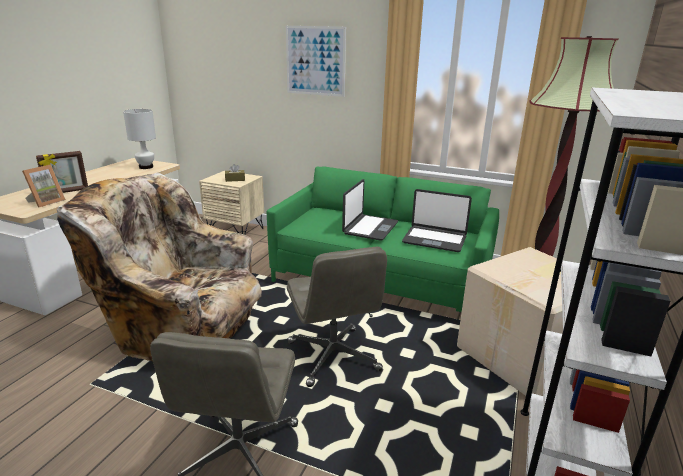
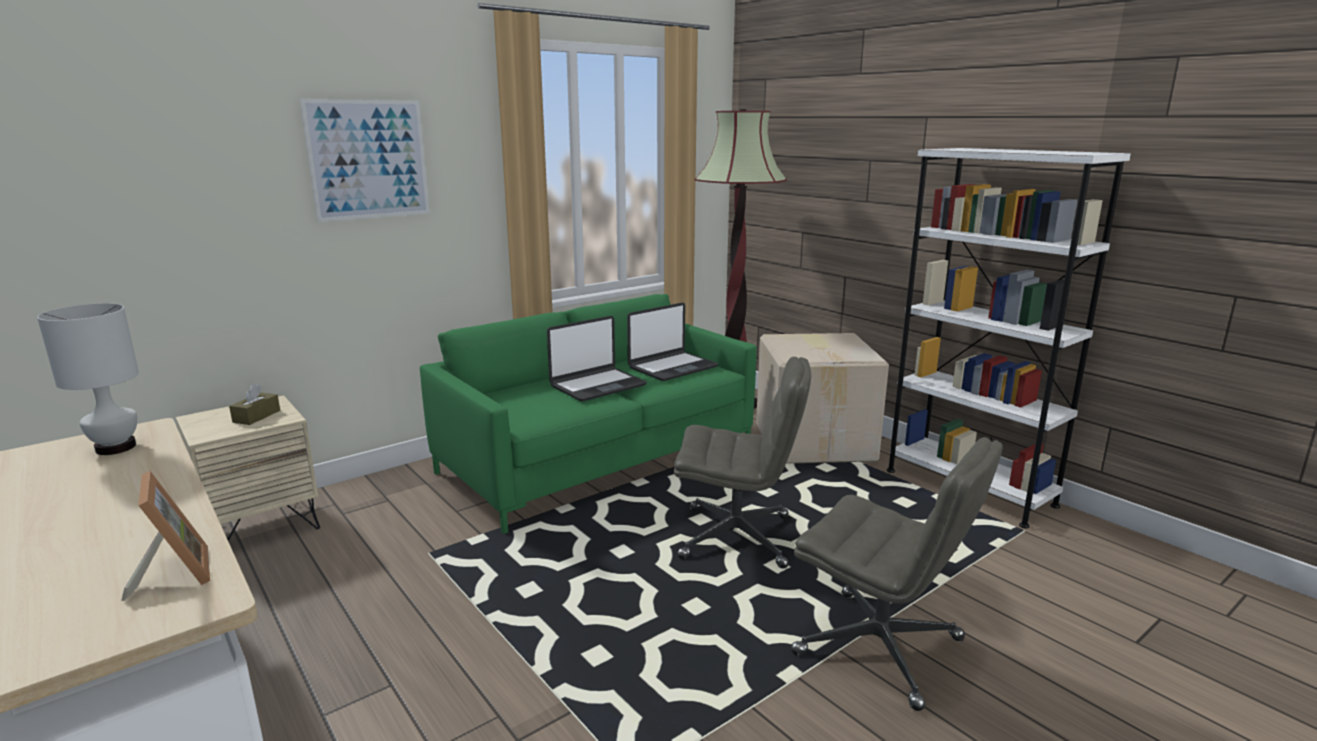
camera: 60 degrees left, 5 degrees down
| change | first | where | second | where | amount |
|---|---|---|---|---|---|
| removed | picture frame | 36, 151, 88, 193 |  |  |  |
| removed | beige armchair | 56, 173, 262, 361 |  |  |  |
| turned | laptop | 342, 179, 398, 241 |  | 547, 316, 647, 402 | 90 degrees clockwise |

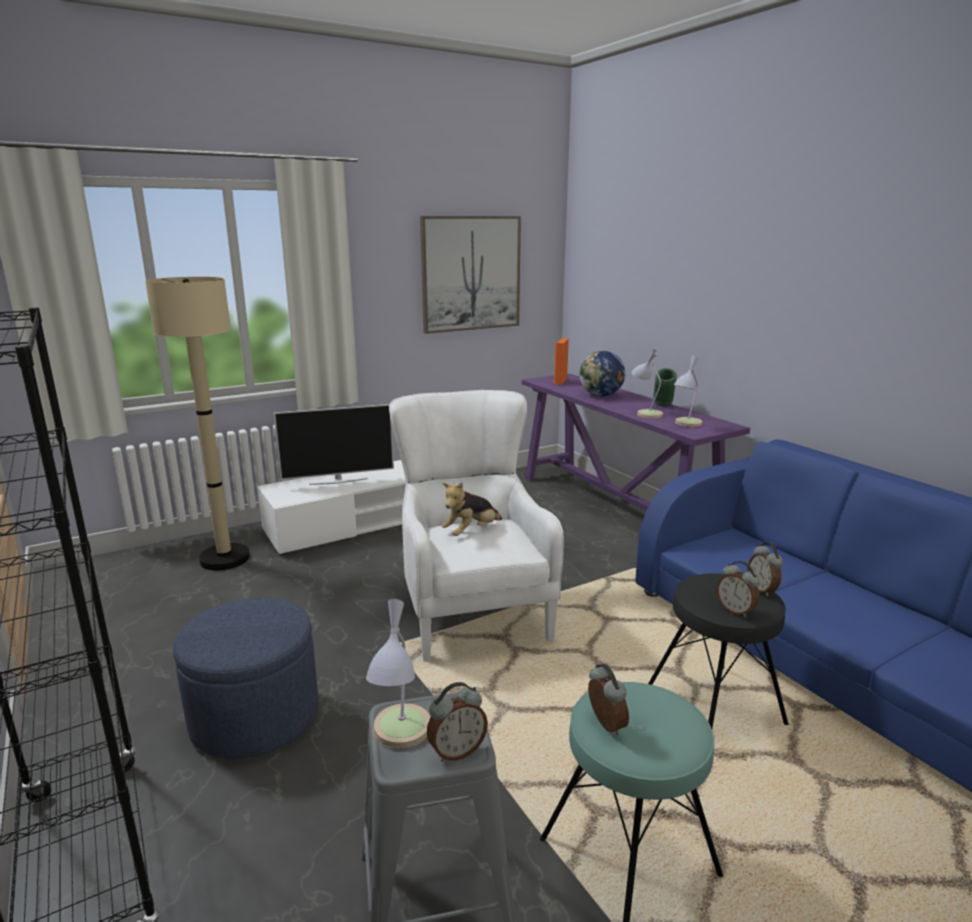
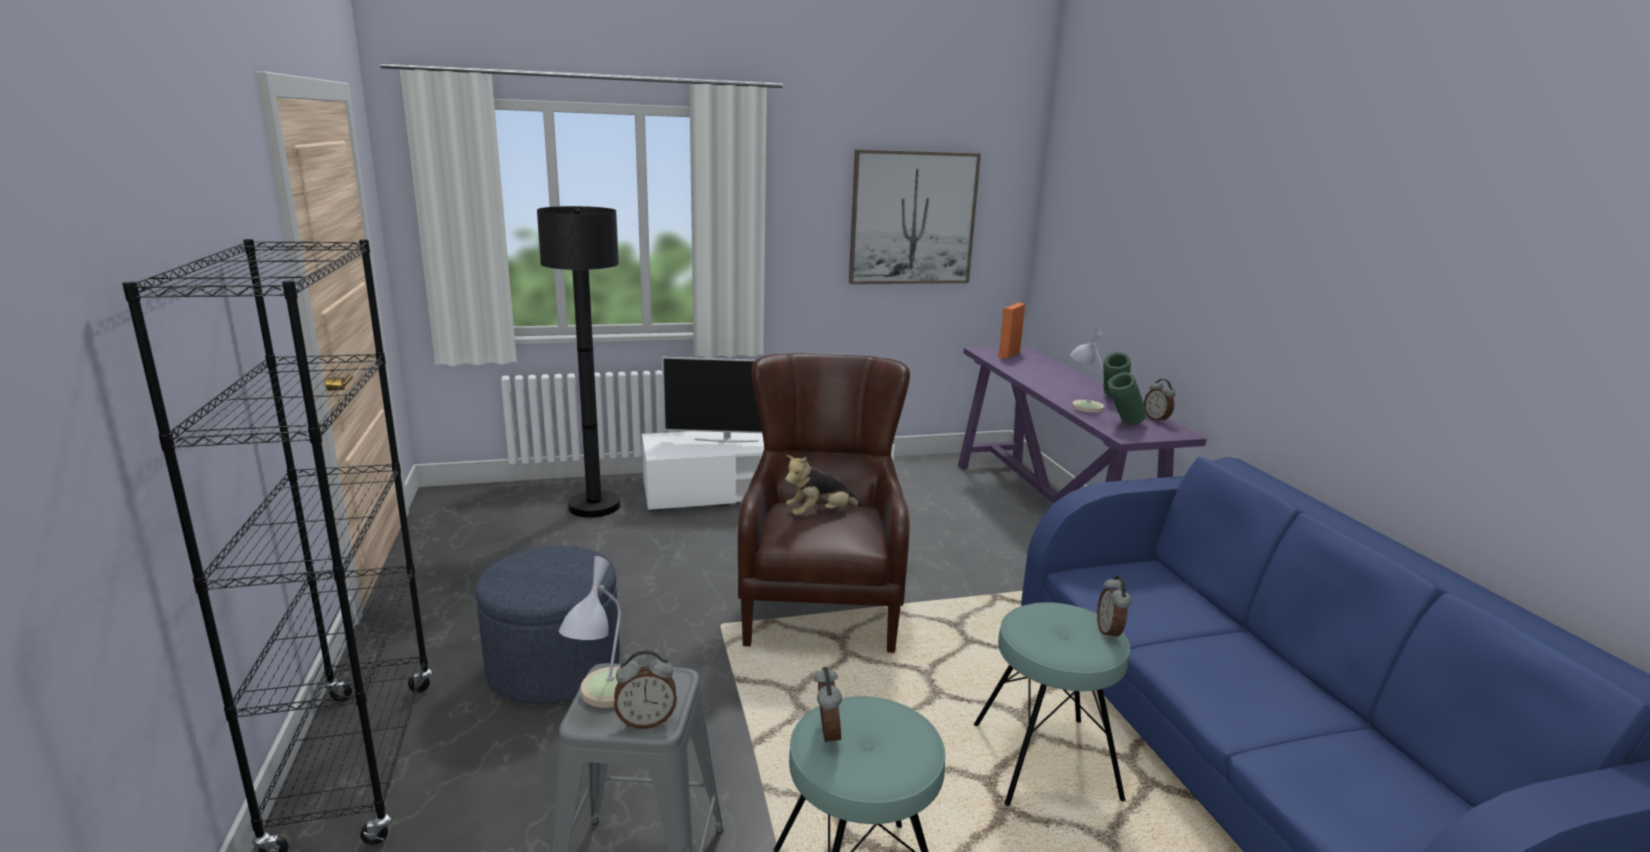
camera: 15 degrees right, 0 degrees up
| change | first | where | second | where | amount |
|---|---|---|---|---|---|
| recoloured | beige floor lamp | 145, 277, 250, 570 | black floor lamp | 537, 206, 621, 517 |  |
| removed | globe | 579, 351, 626, 396 |  |  |  |
| replaced | table lamp | 674, 355, 702, 427 | green vase | 1108, 372, 1147, 425 |  |
| recoloured | white armchair | 389, 390, 564, 661 | brown armchair | 738, 353, 910, 653 |  |
| moved | alarm clock | 716, 561, 759, 618 |  | 1144, 379, 1175, 423 |  |
| recoloured | black stool | 648, 573, 789, 729 | turquoise stool | 974, 602, 1130, 806 |  |

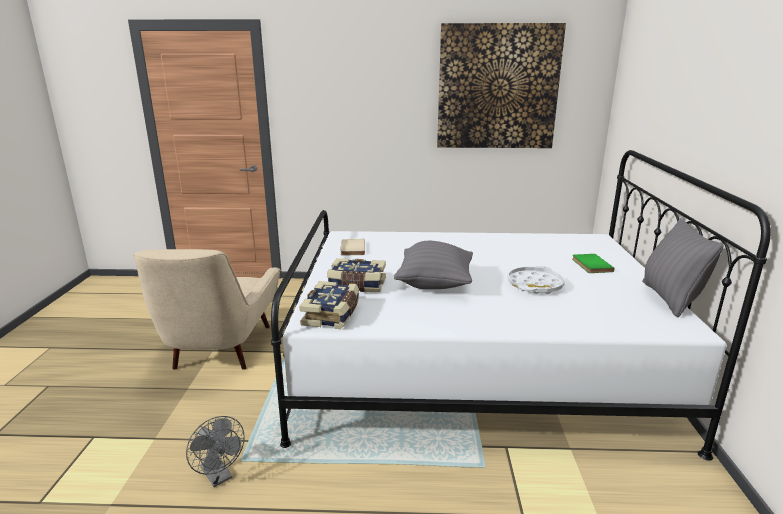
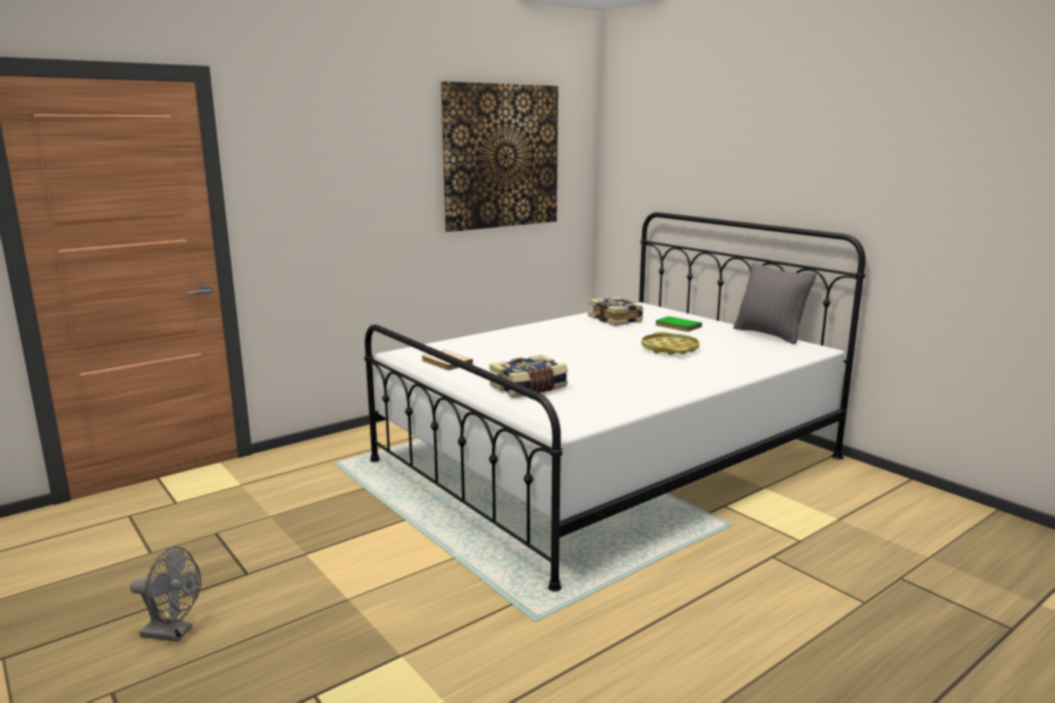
camera: 40 degrees left, 5 degrees down
| change | first | where | second | where | amount |
|---|---|---|---|---|---|
| removed | grey pillow | 394, 241, 473, 290 |  |  |  |
| removed | beige armchair | 133, 249, 280, 370 |  |  |  |
| recoloured | white tray | 507, 266, 565, 294 | yellow tray | 641, 332, 699, 355 |  |
| moved | book | 299, 281, 359, 329 |  | 588, 297, 644, 326 |  |
| moved | grey fan | 186, 416, 245, 487 |  | 130, 547, 201, 642 |  |

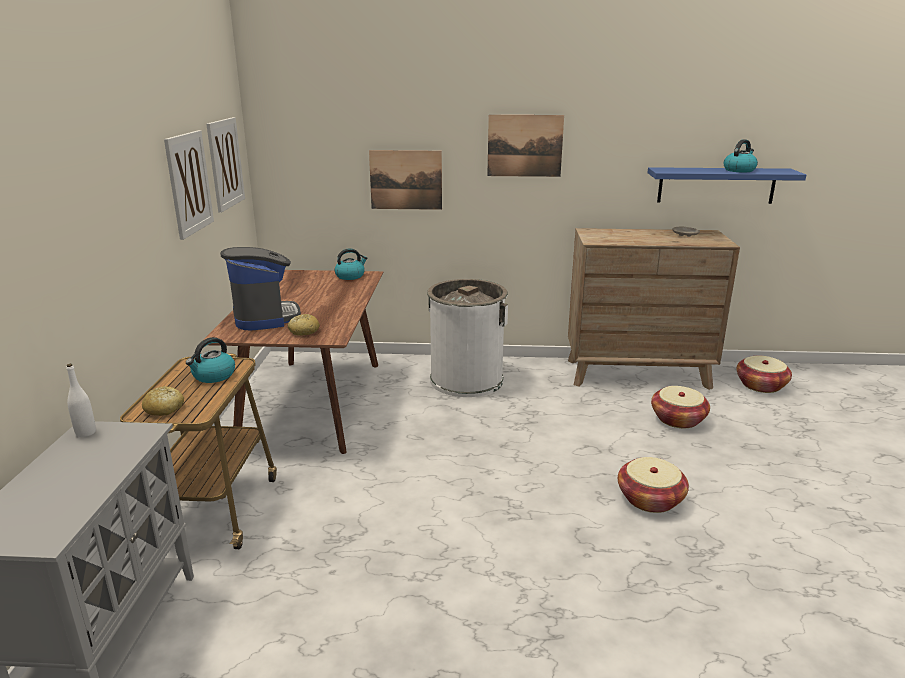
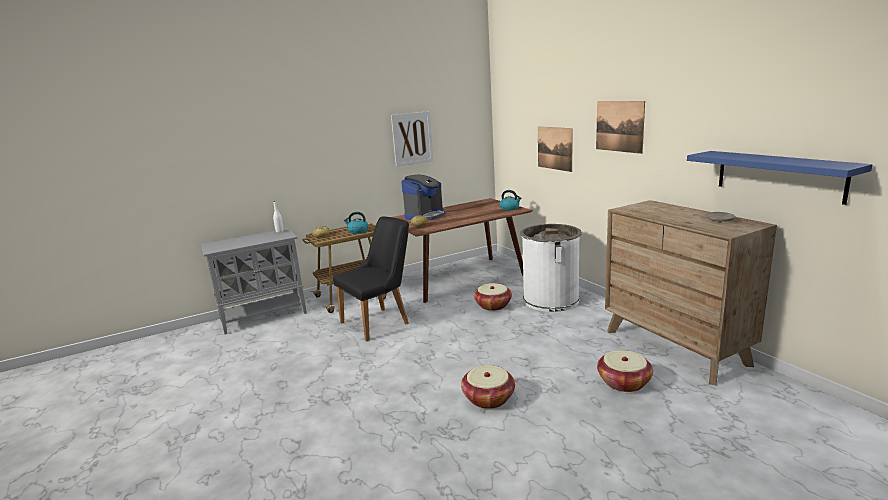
camera: 60 degrees right, 5 degrees down
| change | first | where | second | where | amount |
|---|---|---|---|---|---|
| removed | picture | 206, 117, 245, 213 |  |  |  |
| removed | kettle | 724, 139, 758, 172 |  |  |  |
| moved | basket | 736, 356, 792, 393 |  | 474, 283, 512, 311 |  |
| added |  |  | black chair | 333, 216, 409, 341 |  |

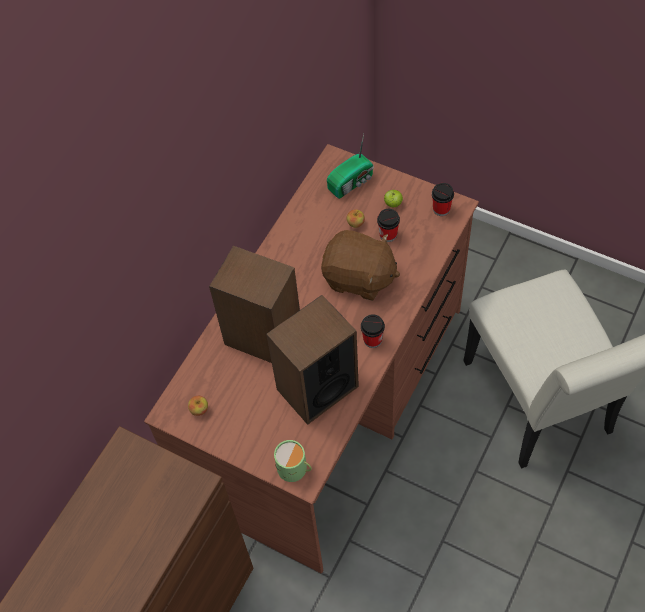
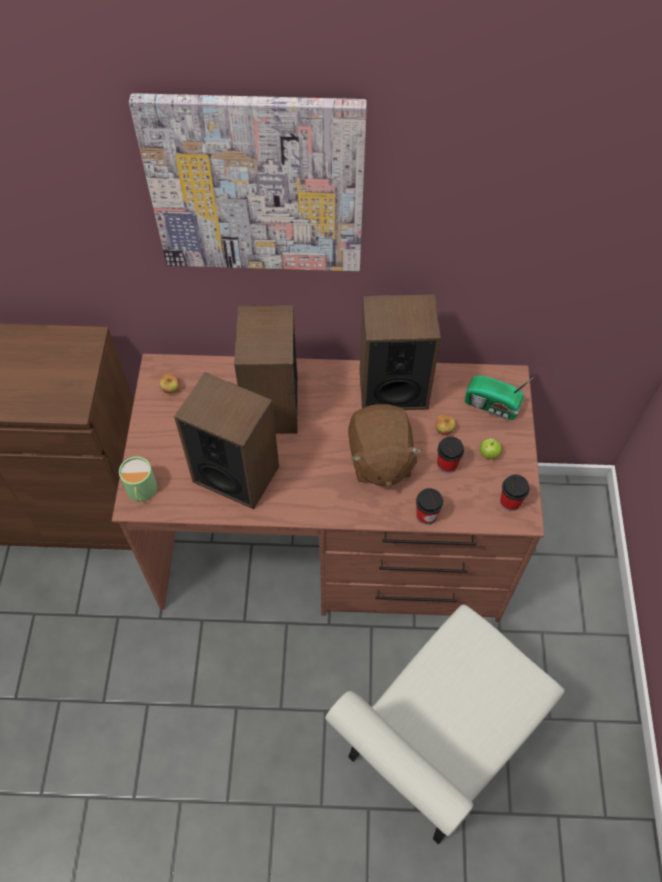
camera: 60 degrees right, 0 degrees up
| change | first | where | second | where | amount |
|---|---|---|---|---|---|
| moved | cup | 361, 314, 385, 348 |  | 416, 488, 443, 525 |  |
| added |  |  | picture | 129, 93, 367, 271 |  |
| added |  |  | speaker | 360, 294, 441, 410 |  |

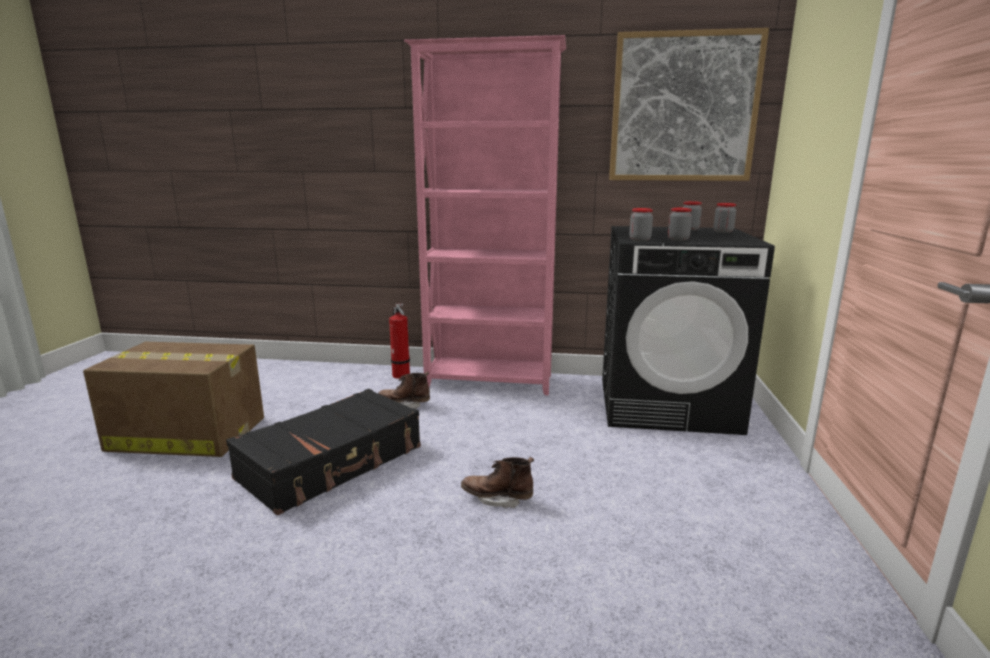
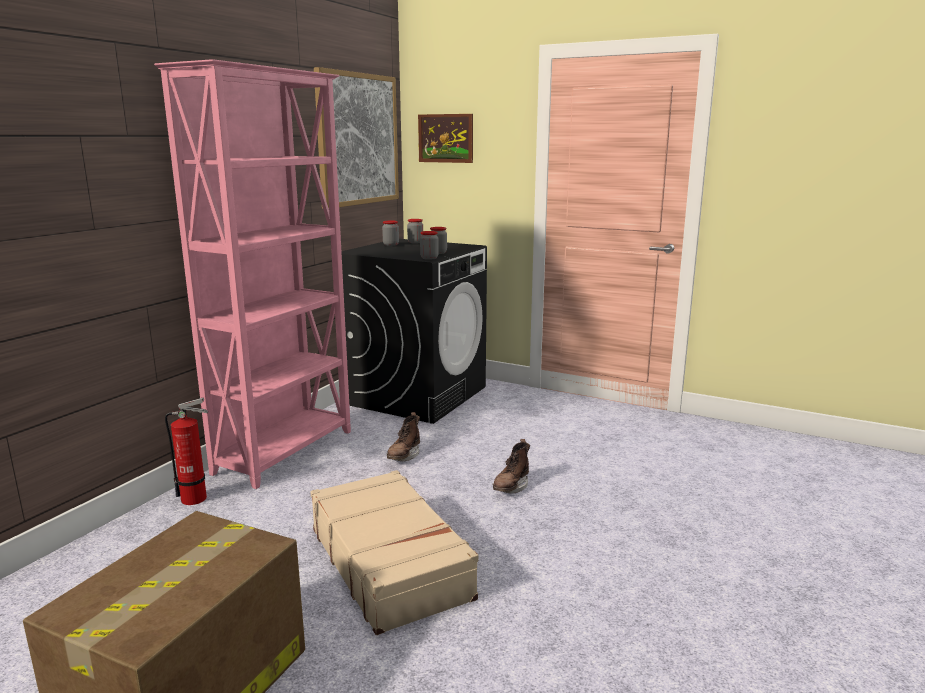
camera: 70 degrees left, 0 degrees up
| change | first | where | second | where | amount |
|---|---|---|---|---|---|
| moved | brown boot | 378, 372, 430, 409 |  | 387, 412, 420, 462 |  |
| recoloured | black suitcase | 226, 389, 421, 515 | beige suitcase | 310, 470, 479, 635 |  |
| added |  |  | picture | 418, 114, 473, 163 |  |

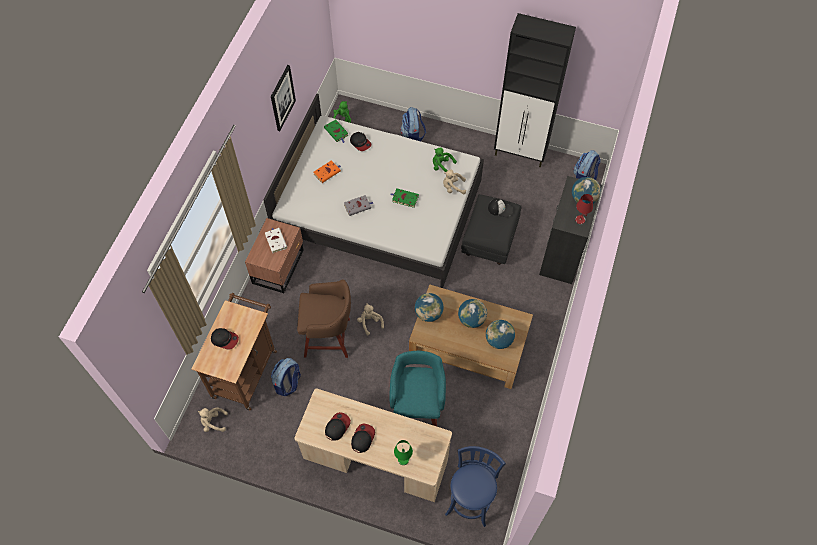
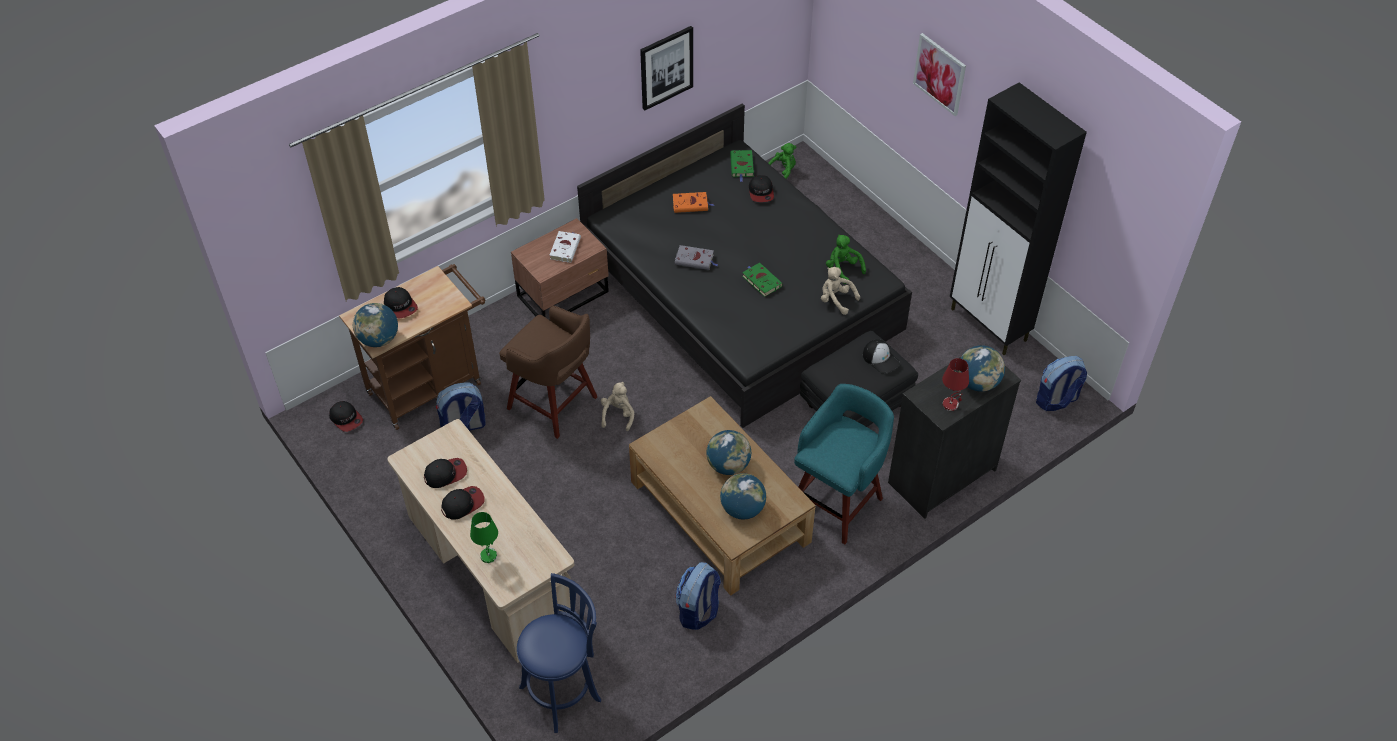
camera: 35 degrees right, 10 degrees down
| change | first | where | second | where | amount |
|---|---|---|---|---|---|
| recoloured | white bed | 263, 94, 484, 288 | black bed | 577, 103, 912, 428 |  |
| moved | backpack | 401, 107, 426, 141 |  | 676, 562, 721, 630 |  |
| moved | globe | 415, 293, 444, 322 |  | 353, 303, 398, 347 |  |
| moved | turquoise stool | 389, 351, 446, 426 |  | 794, 384, 894, 544 |  |
| replaced | beige plush toy | 198, 407, 228, 432 | cap | 329, 401, 363, 432 |  |
| added |  |  | picture | 913, 33, 966, 116 |  |

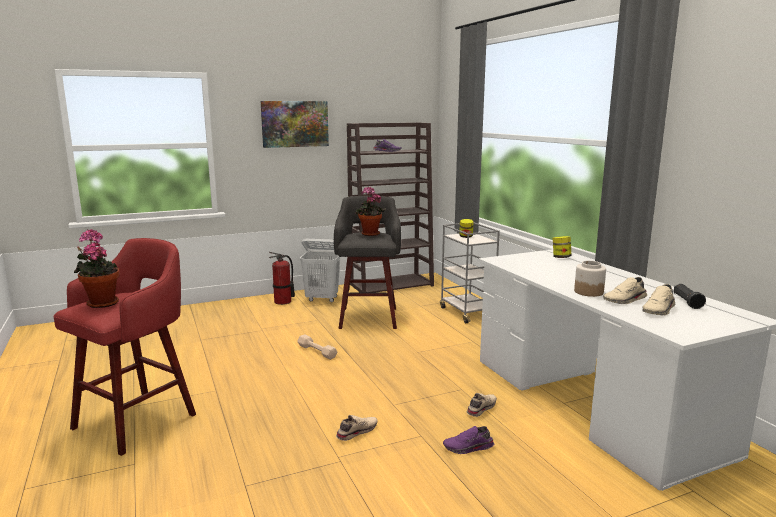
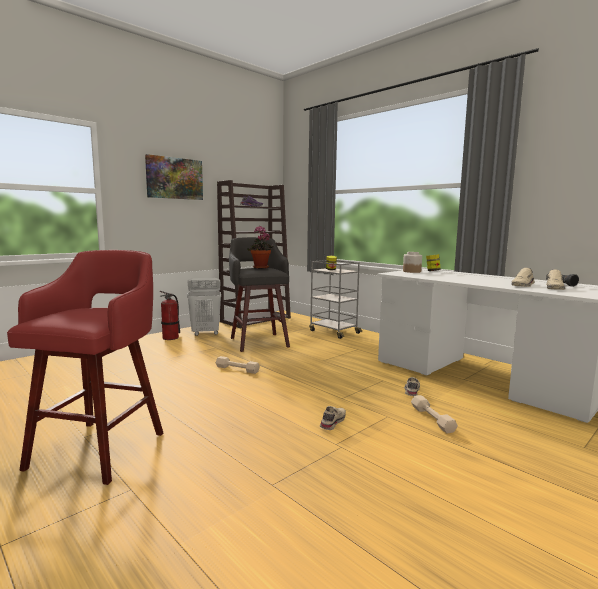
camera: 20 degrees left, 5 degrees down
| change | first | where | second | where | amount |
|---|---|---|---|---|---|
| removed | potted plant | 74, 229, 120, 308 |  |  |  |
| moved | jar | 574, 261, 606, 297 |  | 403, 252, 422, 273 |  |
| replaced | purple shoe | 443, 426, 494, 454 | beige dumbbell | 411, 395, 458, 433 |  |

